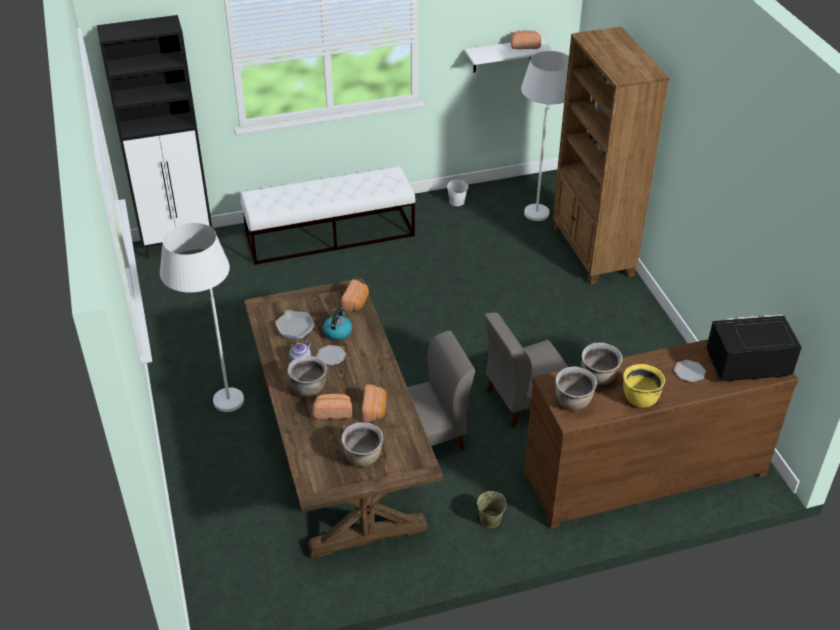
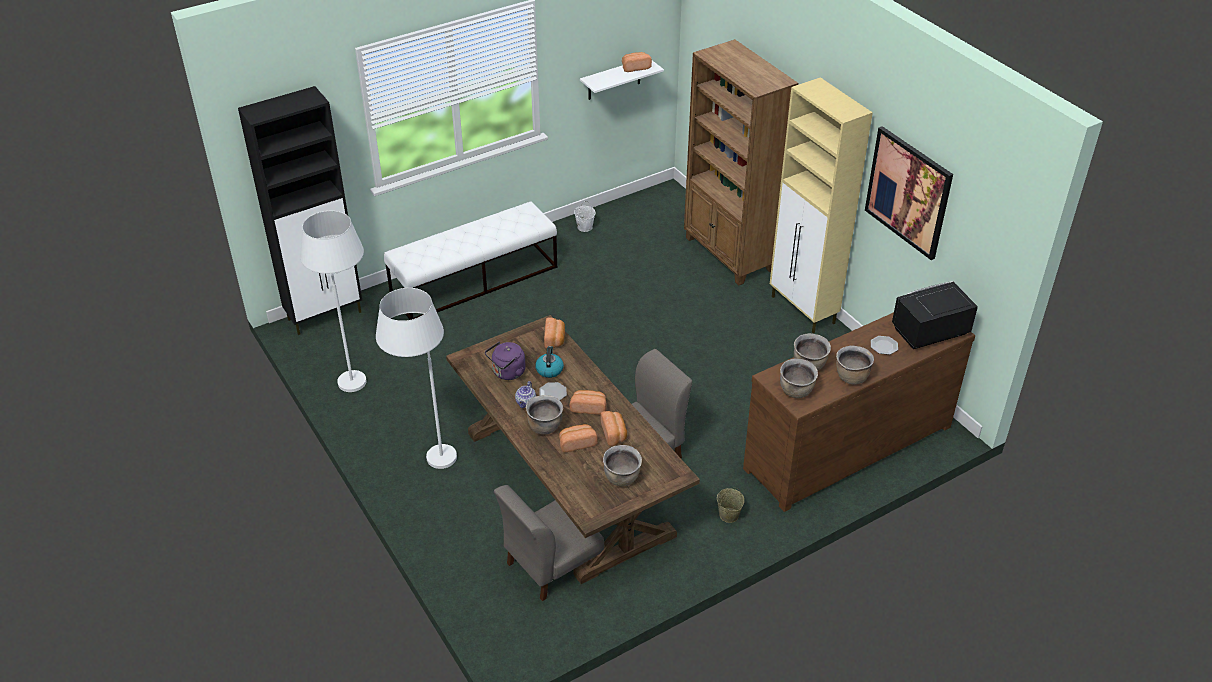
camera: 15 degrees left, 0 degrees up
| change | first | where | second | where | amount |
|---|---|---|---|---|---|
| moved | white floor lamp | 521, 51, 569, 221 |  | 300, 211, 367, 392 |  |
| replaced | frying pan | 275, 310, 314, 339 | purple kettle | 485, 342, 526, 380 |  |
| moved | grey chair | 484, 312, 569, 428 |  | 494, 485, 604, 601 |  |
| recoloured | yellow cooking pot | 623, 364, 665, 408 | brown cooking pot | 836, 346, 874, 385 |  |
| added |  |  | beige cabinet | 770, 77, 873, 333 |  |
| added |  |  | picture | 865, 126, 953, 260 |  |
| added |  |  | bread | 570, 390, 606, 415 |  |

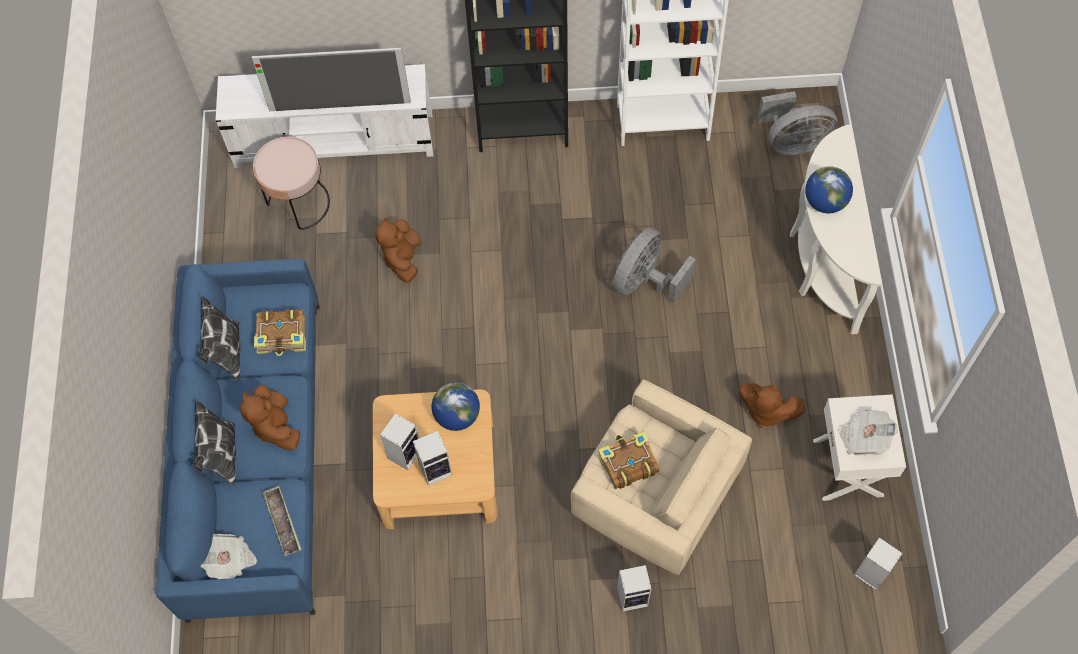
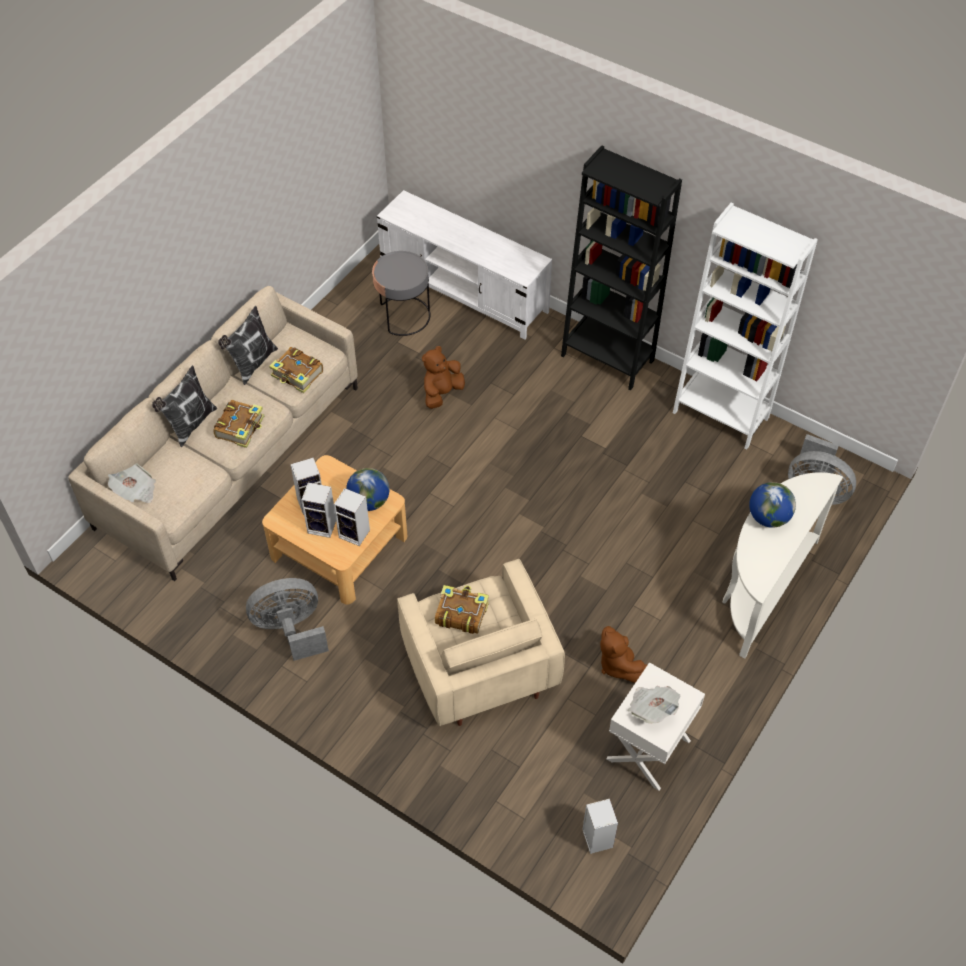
camera: 35 degrees right, 10 degrees down
| change | first | where | second | where | amount |
|---|---|---|---|---|---|
| removed | television | 252, 47, 411, 111 |  |  |  |
| recoloured | pink side table | 253, 137, 330, 230 | grey side table | 372, 251, 431, 336 |  |
| moved | grey fan | 613, 228, 696, 303 |  | 246, 578, 329, 661 |  |
| recoloured | blue sofa | 156, 259, 320, 623 | beige sofa | 68, 286, 358, 581 |  |
| replaced | brown plush toy | 240, 385, 300, 451 | book | 213, 400, 264, 448 |  |
| removed | tray | 262, 486, 302, 556 |  |  |  |
| moved | speaker | 617, 565, 651, 612 |  | 334, 488, 370, 546 |  |

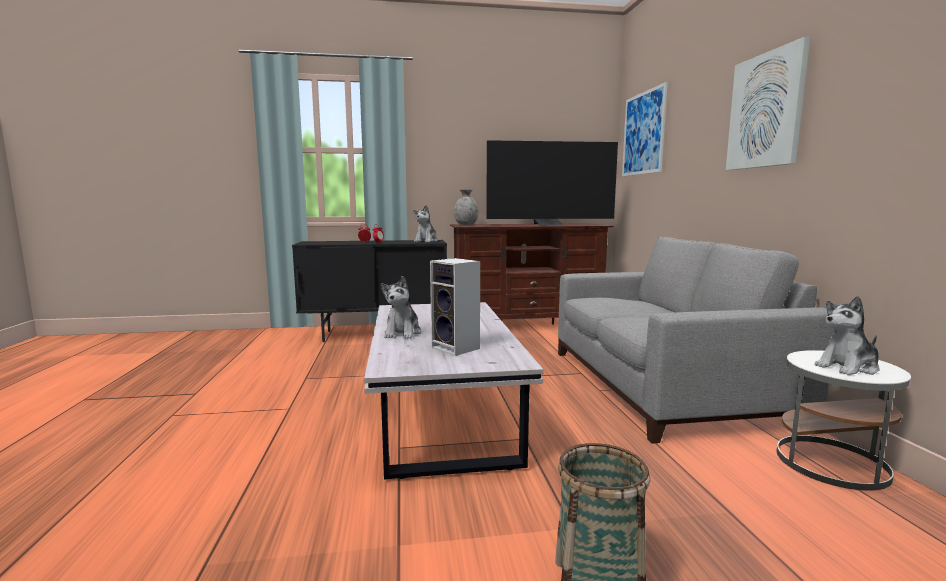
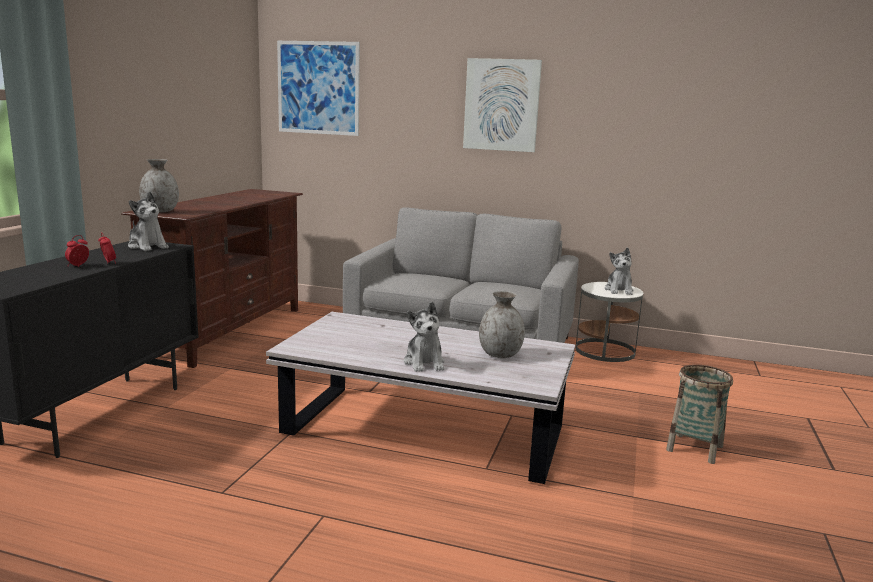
camera: 65 degrees left, 5 degrees up
| change | first | where | second | where | amount |
|---|---|---|---|---|---|
| removed | television | 486, 140, 618, 225 |  |  |  |
| replaced | speaker | 430, 258, 480, 356 | grey vase | 479, 291, 525, 358 |  |
| turned | plush toy | 381, 276, 421, 339 |  | 404, 302, 445, 372 | 45 degrees clockwise |

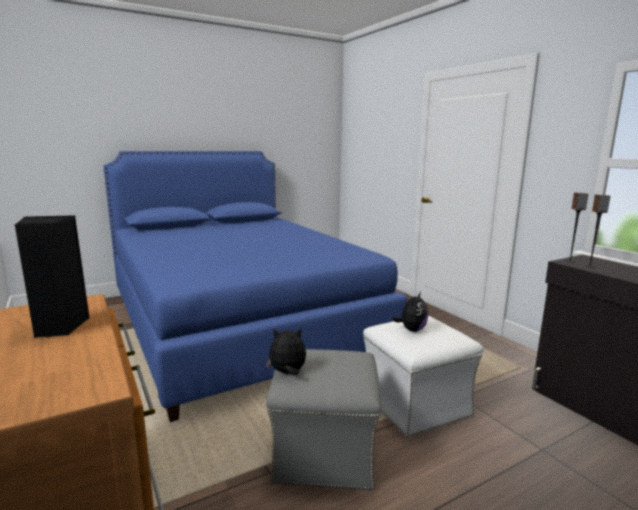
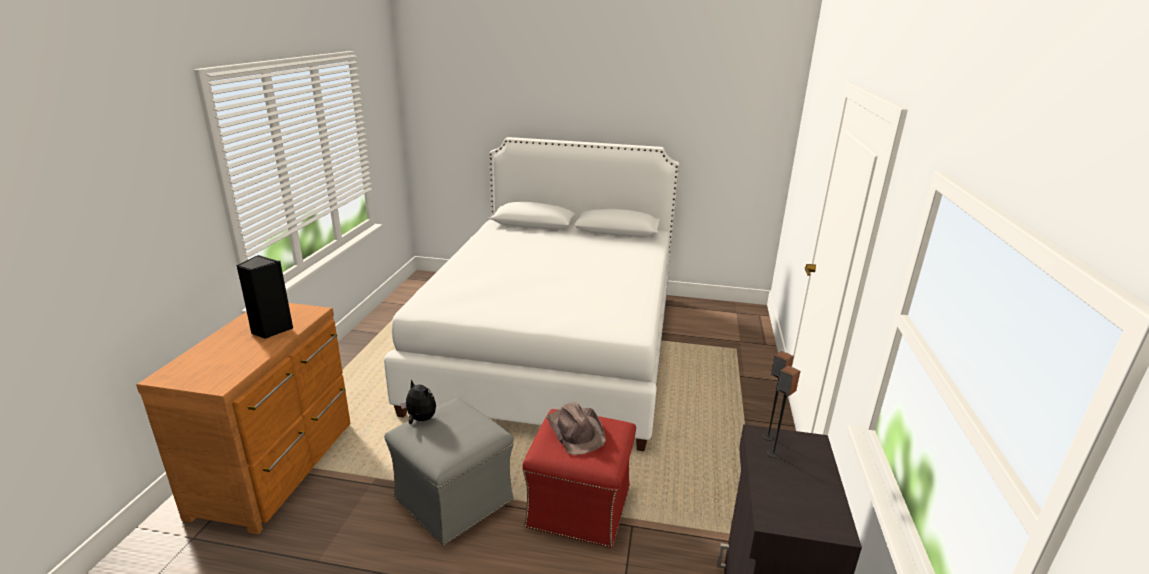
camera: 40 degrees right, 10 degrees up
| change | first | where | second | where | amount |
|---|---|---|---|---|---|
| recoloured | blue bed | 103, 151, 407, 422 | white bed | 384, 137, 680, 451 |  |
| replaced | plush toy | 392, 292, 428, 332 | brown hat | 546, 402, 606, 455 |  |
| recoloured | white ottoman | 363, 316, 484, 437 | red ottoman | 523, 409, 636, 548 |  |

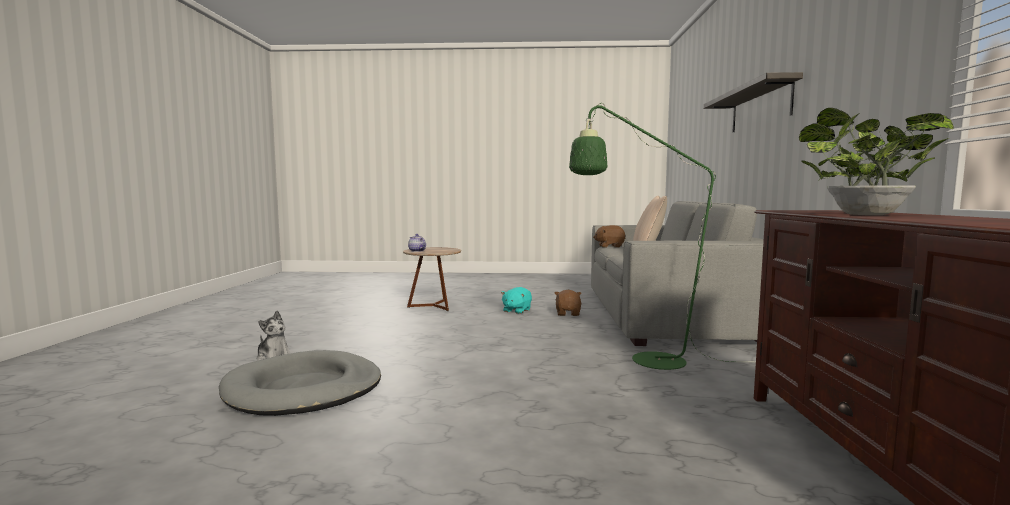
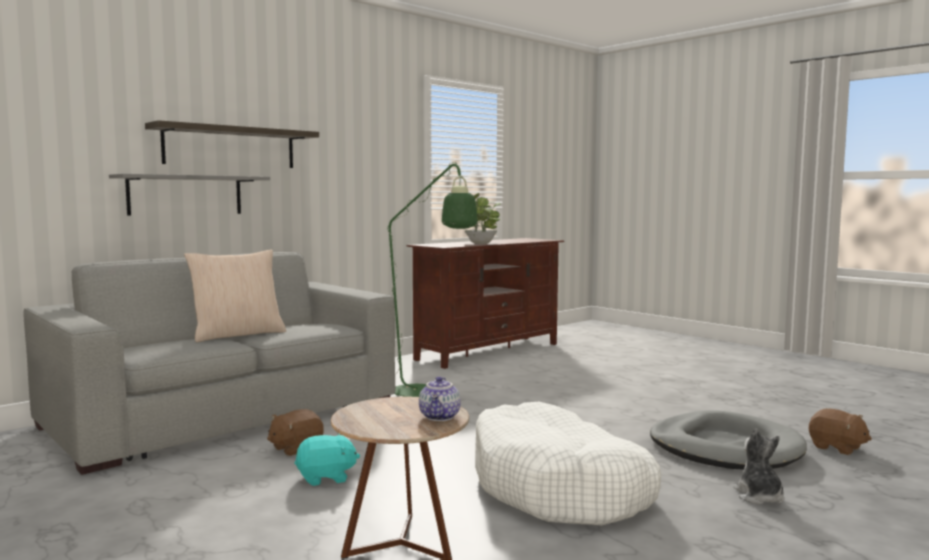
camera: 135 degrees left, 0 degrees up
| change | first | where | second | where | amount |
|---|---|---|---|---|---|
| moved | brown plush toy | 593, 225, 625, 248 |  | 809, 408, 872, 455 |  |
| added |  |  | grey shelf | 109, 174, 270, 215 |  |
| added |  |  | white dog bed | 475, 402, 661, 525 |  |

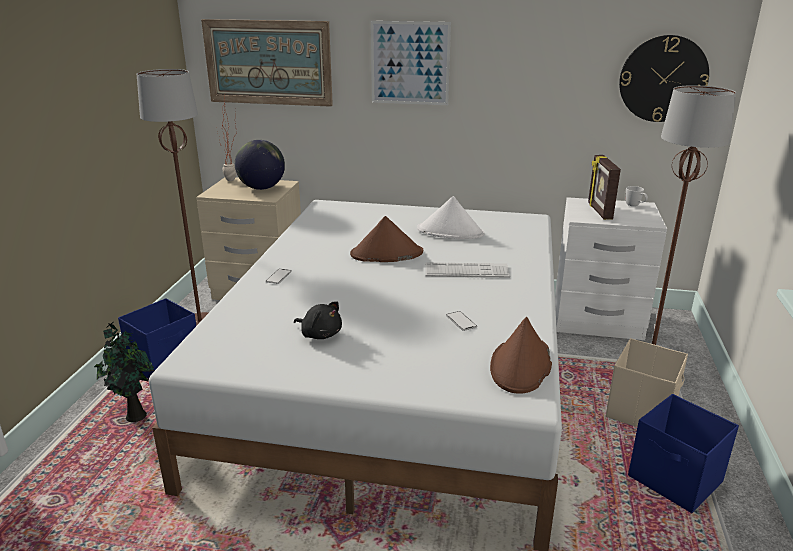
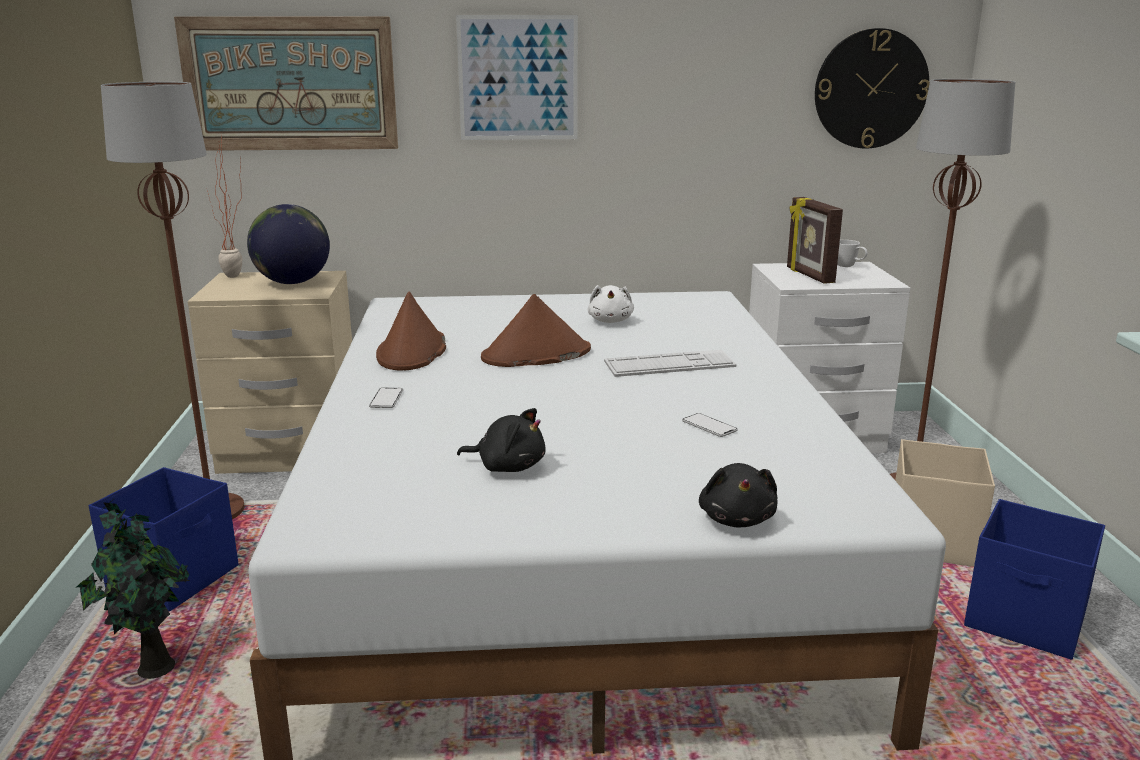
camera: 15 degrees left, 5 degrees down
| change | first | where | second | where | amount |
|---|---|---|---|---|---|
| replaced | white hat | 417, 196, 485, 239 | white plush toy | 588, 285, 634, 323 |  |
| moved | brown hat | 490, 317, 552, 394 |  | 376, 291, 446, 370 |  |
| added |  |  | black plush toy | 699, 463, 777, 528 |  |

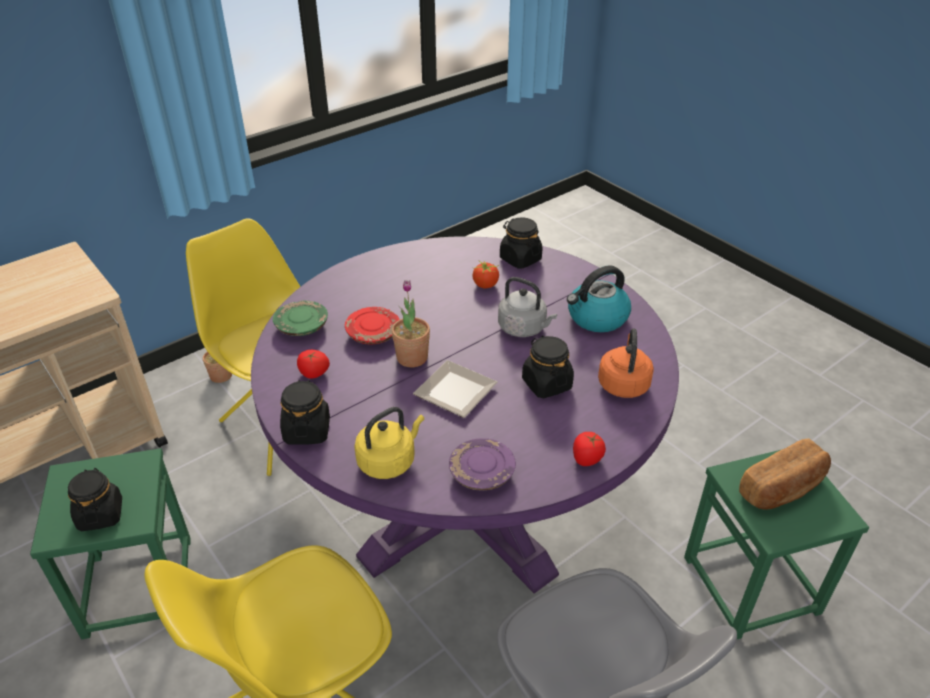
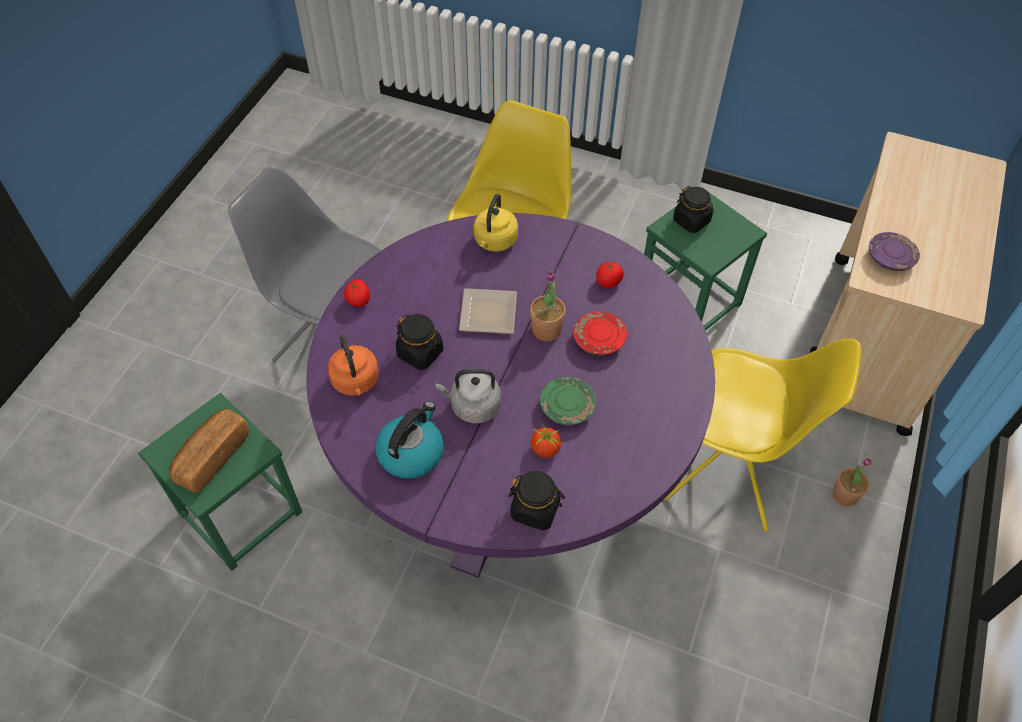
camera: 150 degrees right, 15 degrees up
| change | first | where | second | where | amount |
|---|---|---|---|---|---|
| moved | green plate | 273, 301, 328, 336 |  | 540, 377, 596, 425 |  |
| removed | black jar | 280, 380, 330, 445 |  |  |  |
| moved | purple plate | 449, 438, 516, 491 |  | 869, 232, 920, 271 |  |

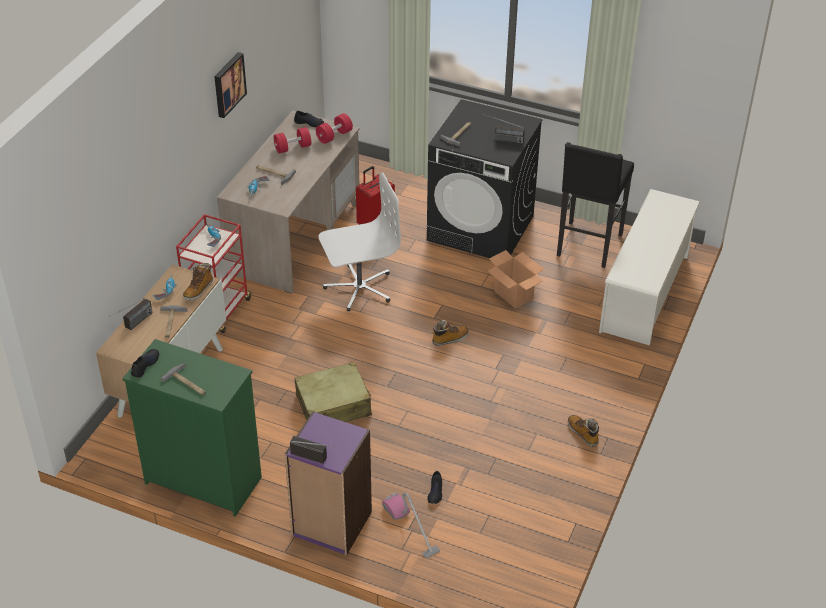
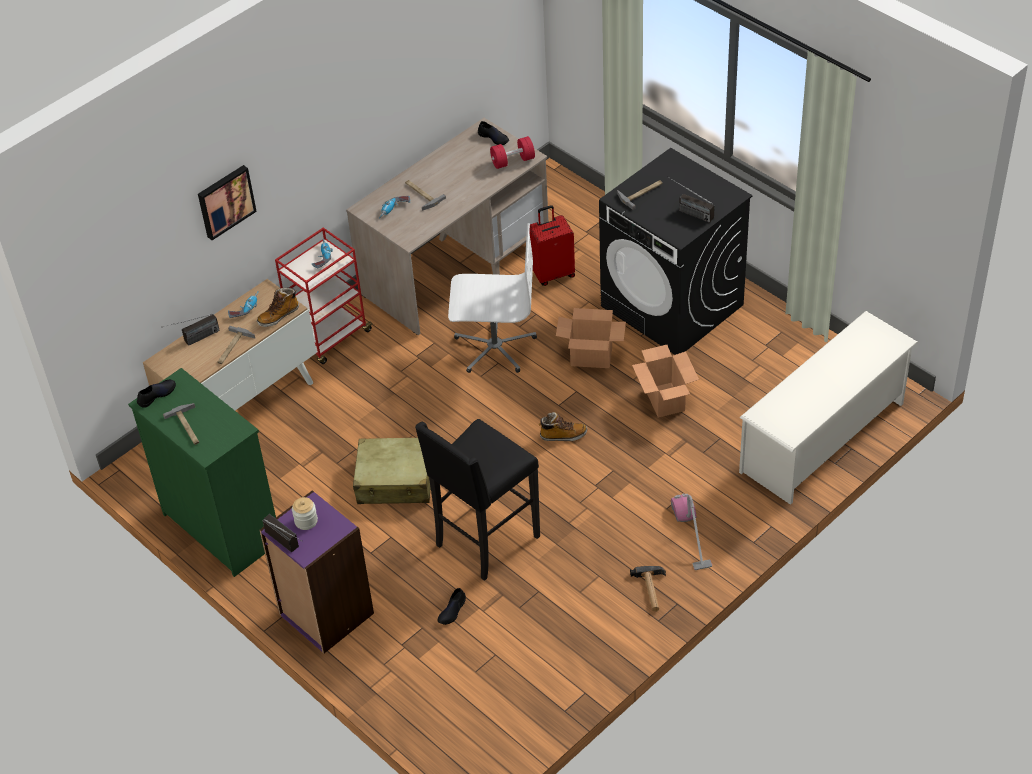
camera: 25 degrees right, 5 degrees up
| change | first | where | second | where | amount |
|---|---|---|---|---|---|
| moved | picture | 214, 52, 247, 118 |  | 198, 165, 257, 240 |  |
| removed | red dumbbell | 274, 127, 311, 153 |  |  |  |
| moved | black stool | 557, 142, 634, 268 |  | 415, 419, 540, 581 |  |
| replaced | boot | 568, 415, 599, 447 | hammer | 630, 566, 666, 611 |  |
| moved | vacuum cleaner | 382, 492, 440, 558 |  | 671, 494, 712, 570 |  |
| added |  |  | cardboard box | 556, 308, 626, 368 |  |
| added |  |  | jar | 292, 497, 318, 530 |  |

